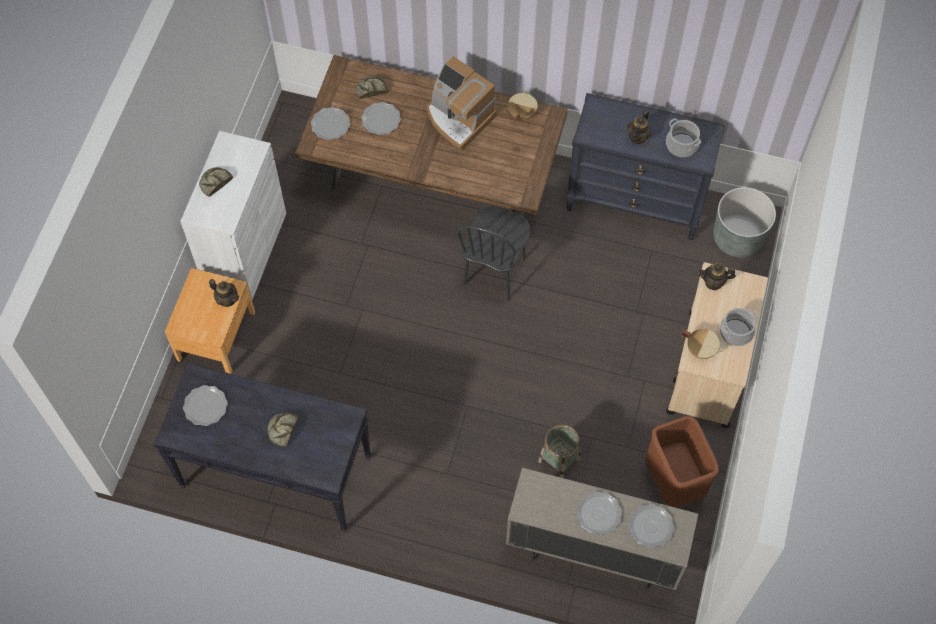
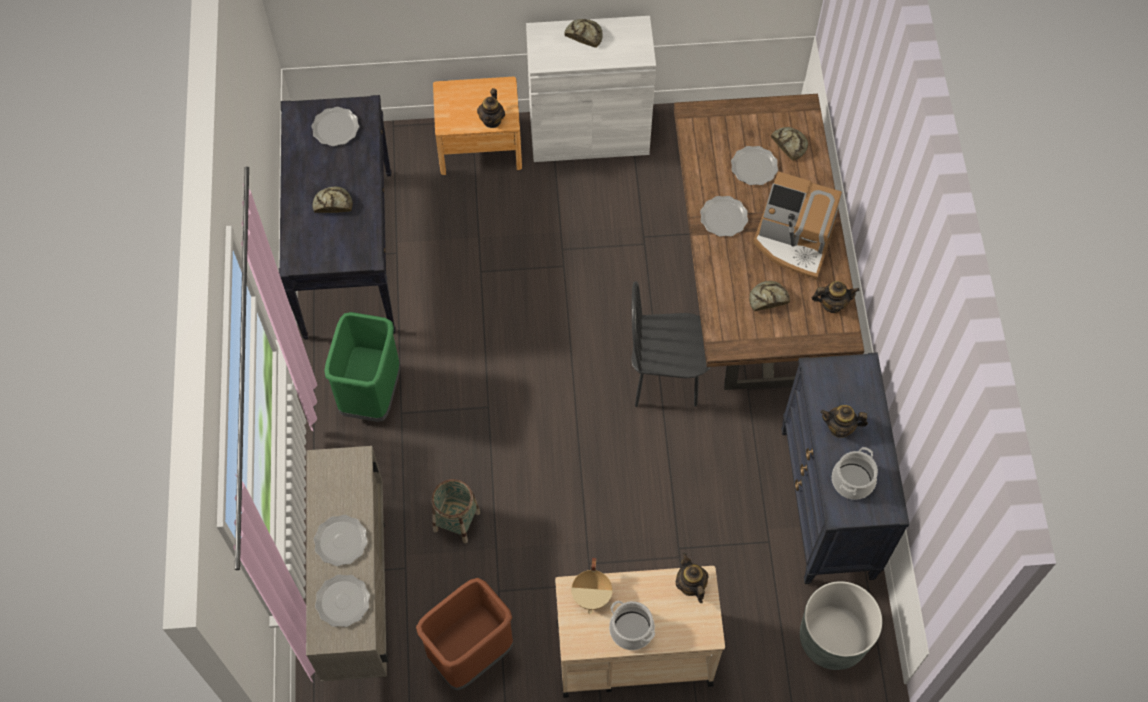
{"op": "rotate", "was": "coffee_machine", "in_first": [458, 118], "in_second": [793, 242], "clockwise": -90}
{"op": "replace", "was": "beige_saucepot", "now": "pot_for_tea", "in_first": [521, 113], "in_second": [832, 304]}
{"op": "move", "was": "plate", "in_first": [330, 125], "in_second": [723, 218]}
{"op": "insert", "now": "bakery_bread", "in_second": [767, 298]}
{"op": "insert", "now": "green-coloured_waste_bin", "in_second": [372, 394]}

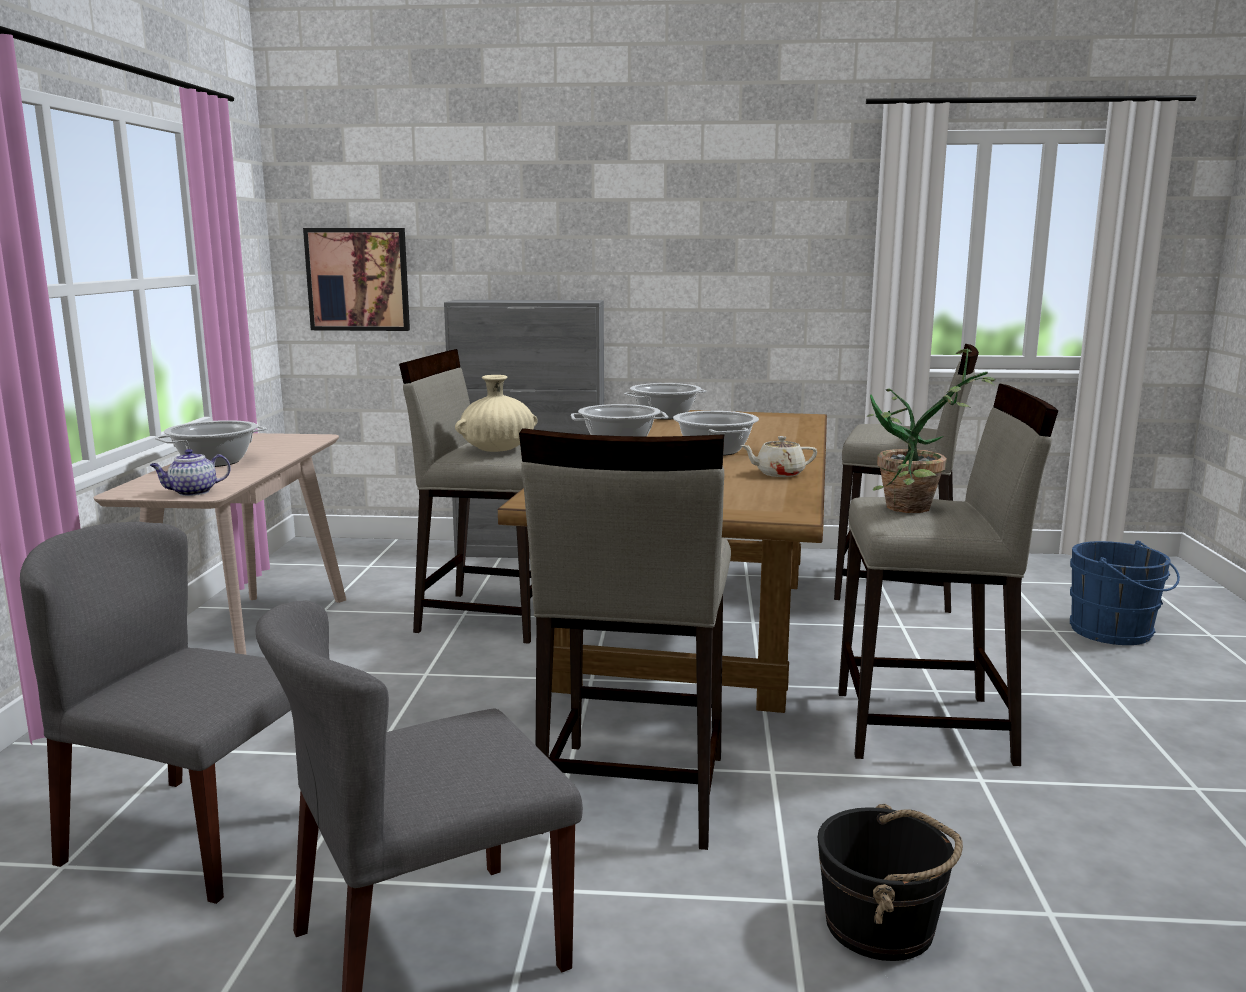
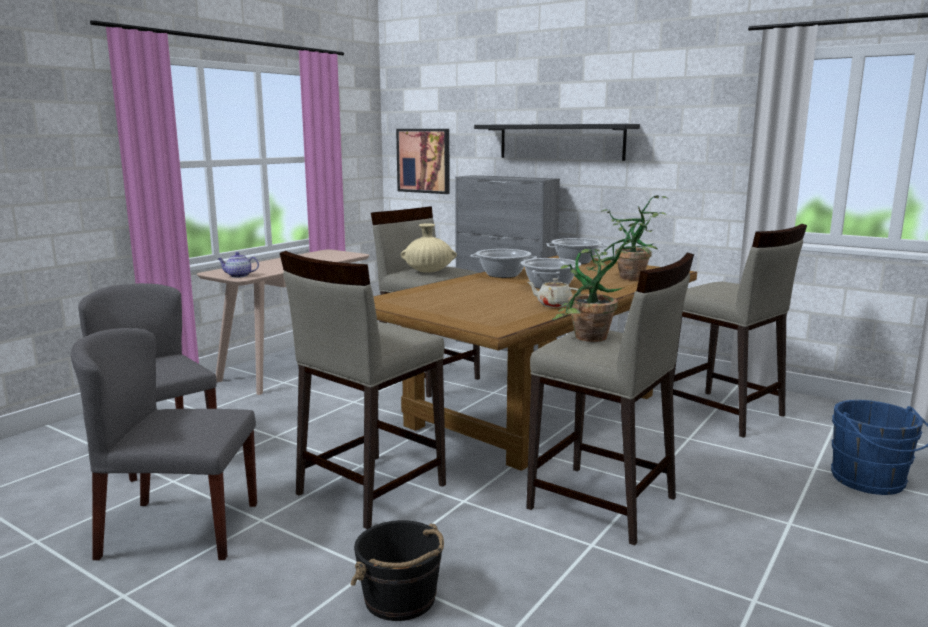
{"op": "delete", "was": "saucepot", "in_first": [215, 462]}
{"op": "insert", "now": "black_shelf", "in_second": [561, 141]}
{"op": "insert", "now": "houseplant", "in_second": [628, 279]}

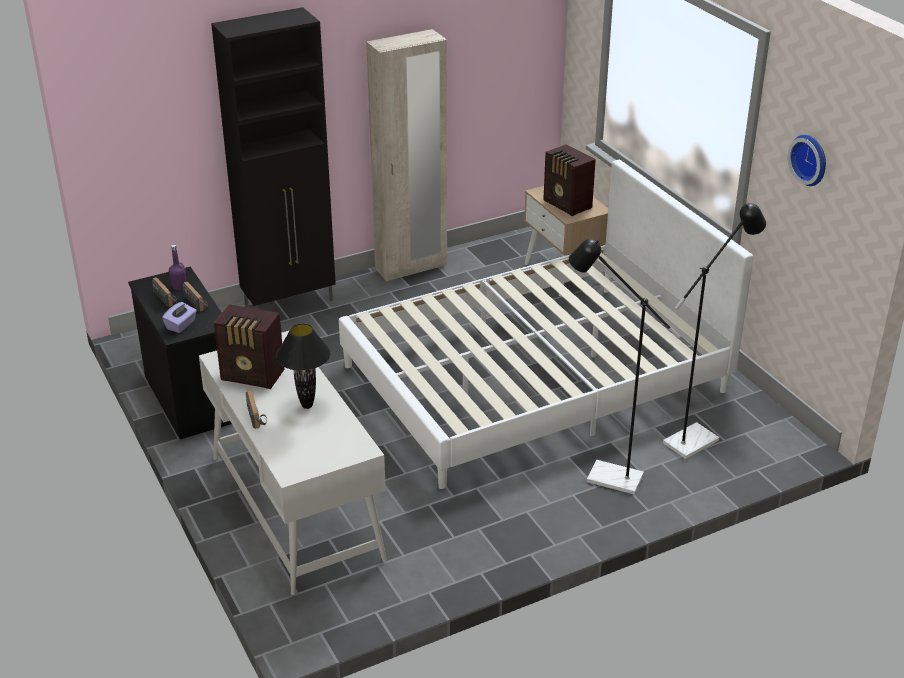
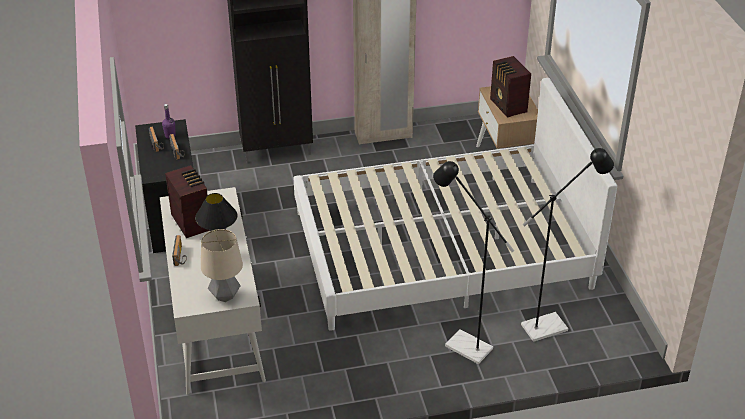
{"op": "delete", "was": "wall_clock", "in_first": [811, 159]}
{"op": "delete", "was": "purple_box_of_tissues", "in_first": [181, 325]}
{"op": "rotate", "was": "radio_receiver", "in_first": [253, 376], "in_second": [191, 221], "clockwise": -150}
{"op": "insert", "now": "table_lamp", "in_second": [225, 296]}

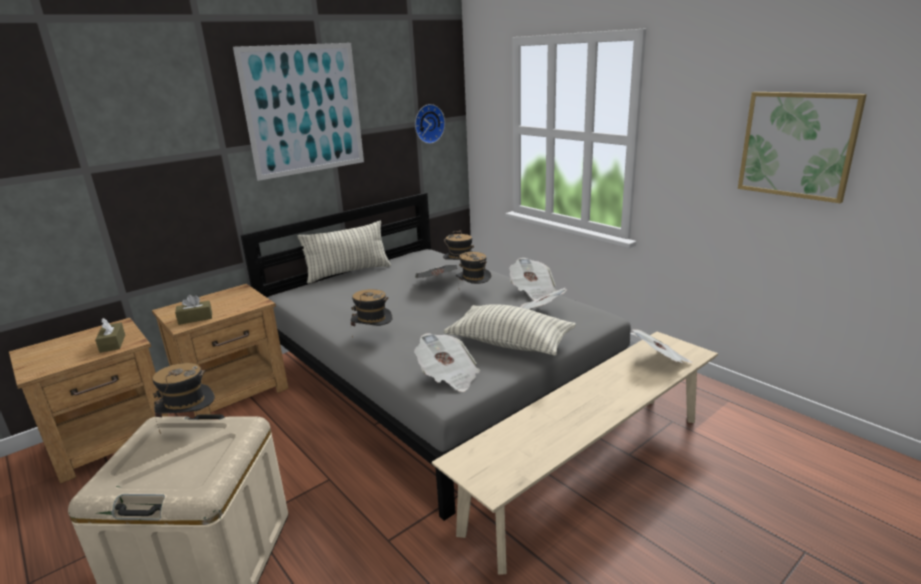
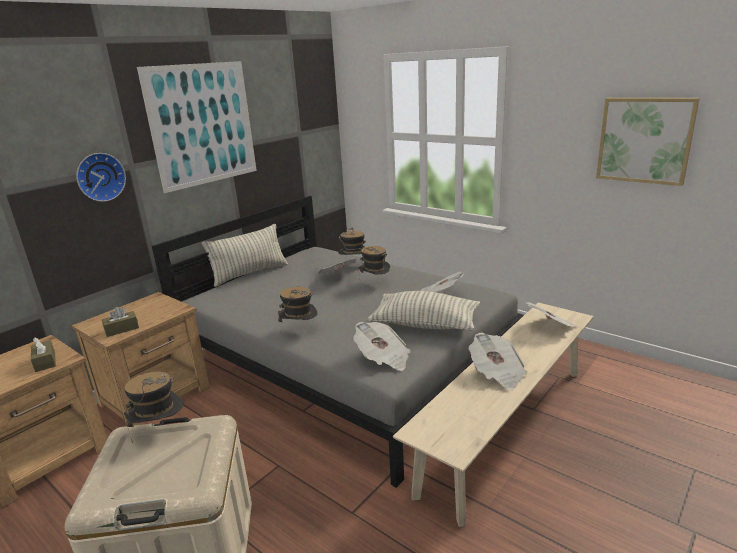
{"op": "move", "was": "wall_clock", "in_first": [428, 123], "in_second": [100, 177]}
{"op": "move", "was": "printed_paper", "in_first": [532, 291], "in_second": [497, 374]}

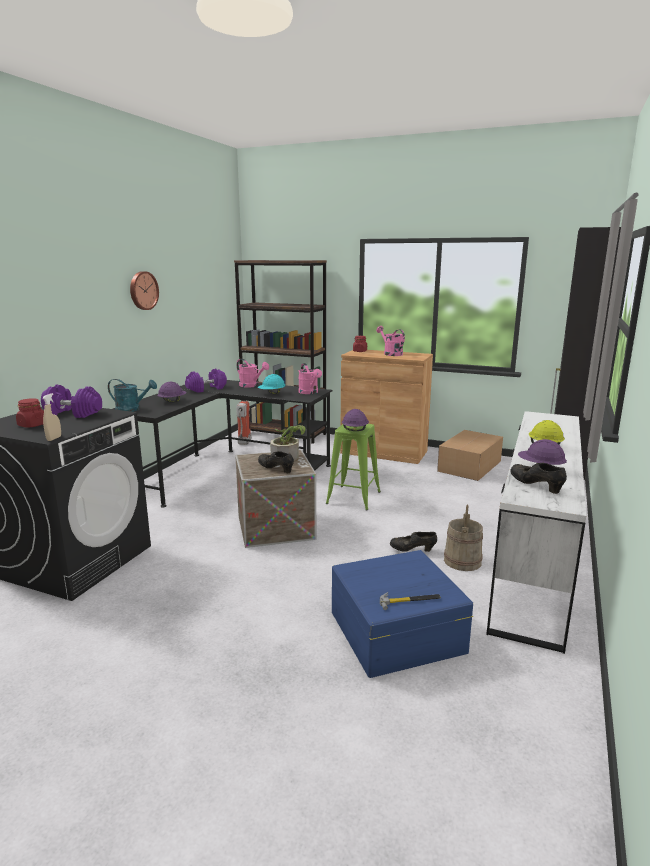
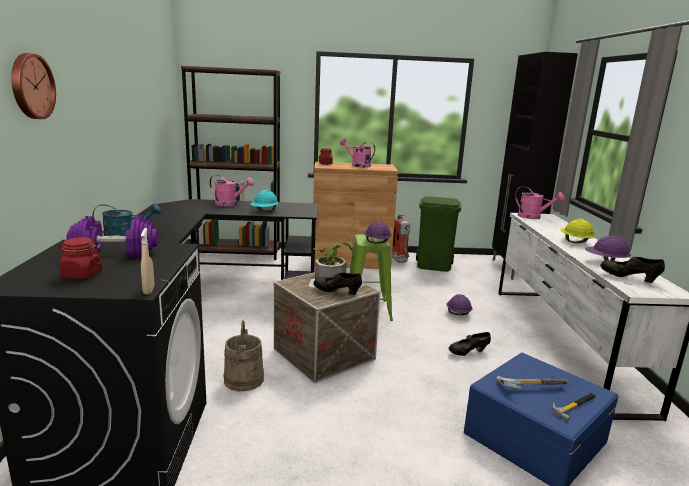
{"op": "move", "was": "wall_clock", "in_first": [143, 290], "in_second": [31, 86]}
{"op": "move", "was": "pink_watering_pot", "in_first": [310, 392], "in_second": [533, 217]}
{"op": "delete", "was": "purple_dumbbell", "in_first": [206, 389]}
{"op": "move", "was": "purple_safety_helmet", "in_first": [172, 401], "in_second": [458, 313]}
{"op": "move", "was": "fire-fighting_cylinder", "in_first": [243, 443], "in_second": [400, 261]}
{"op": "replace", "was": "cardboard_box", "now": "green-coloured_waste_bin", "in_first": [470, 466], "in_second": [434, 266]}
{"op": "move", "was": "beige_water_bucket", "in_first": [462, 561], "in_second": [243, 379]}
{"op": "insert", "now": "tool_hammer", "in_second": [528, 386]}

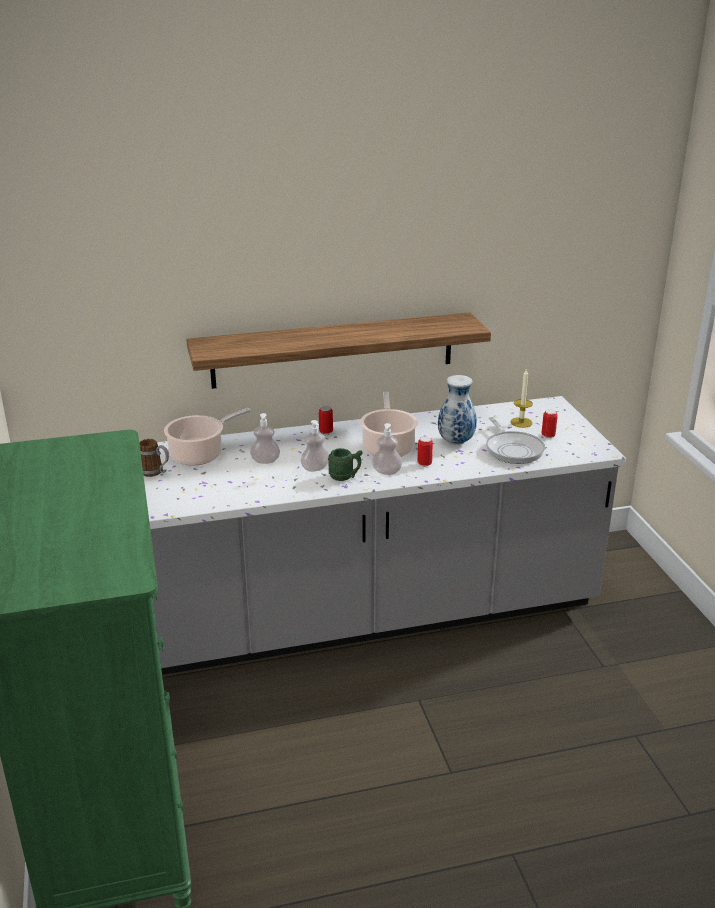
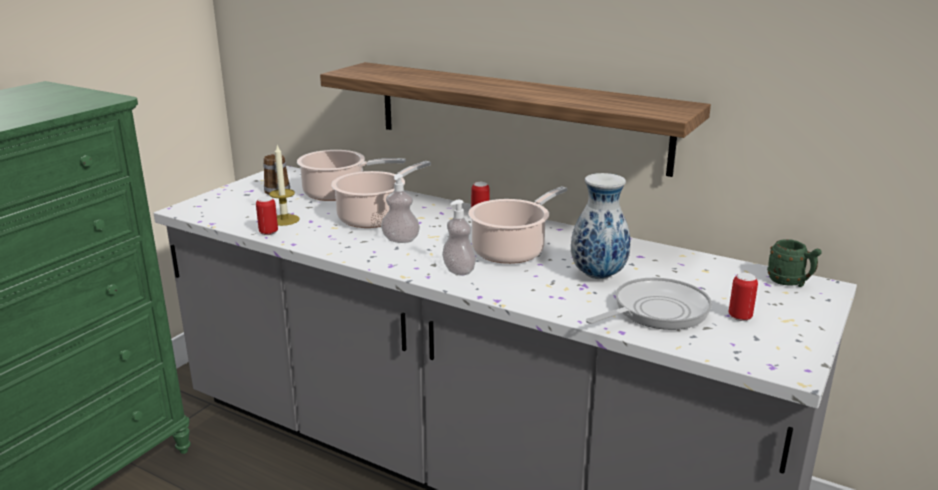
{"op": "move", "was": "candle", "in_first": [521, 422], "in_second": [284, 220]}
{"op": "replace", "was": "liquid_soap_bottle", "now": "saucepot", "in_first": [265, 461], "in_second": [374, 217]}
{"op": "rotate", "was": "skillet", "in_first": [513, 449], "in_second": [656, 311], "clockwise": -150}
{"op": "move", "was": "sealed_can", "in_first": [424, 464], "in_second": [268, 232]}
{"op": "move", "was": "green-coloured_mug", "in_first": [345, 477], "in_second": [790, 282]}

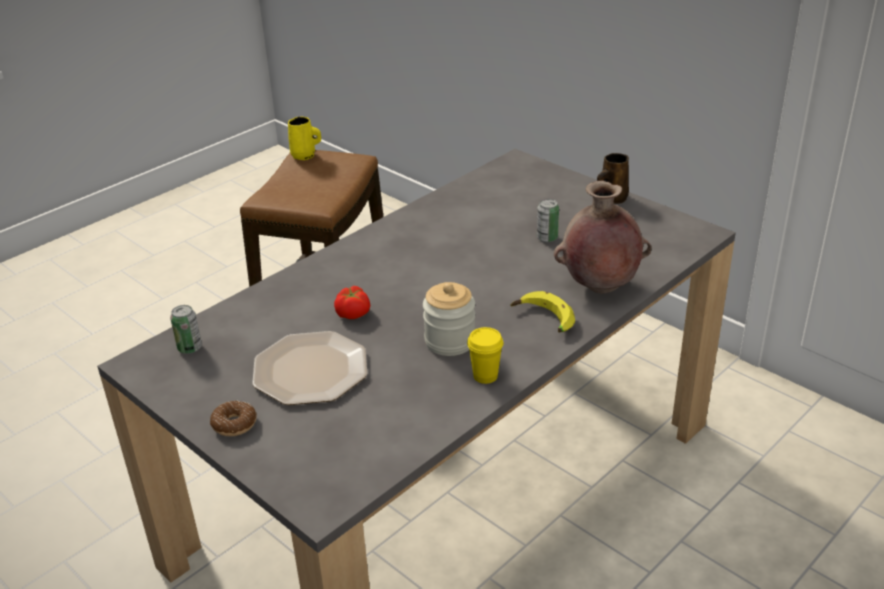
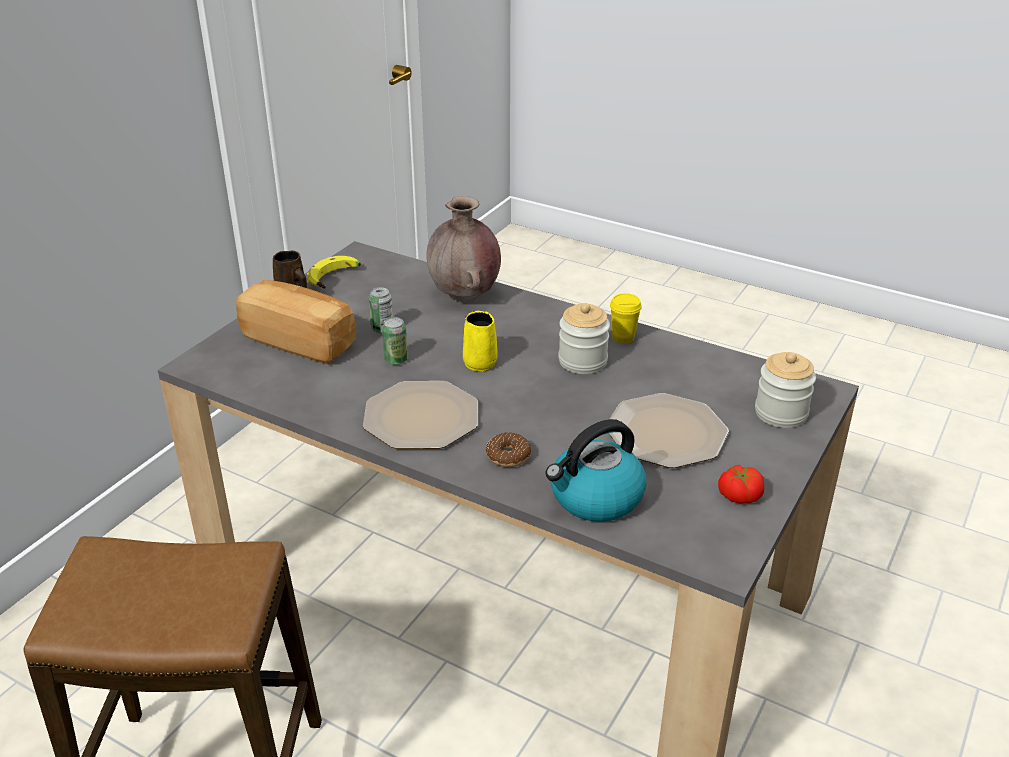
{"op": "move", "was": "yellowish_mug", "in_first": [305, 156], "in_second": [480, 362]}
{"op": "move", "was": "tomato", "in_first": [354, 313], "in_second": [739, 495]}
{"op": "move", "was": "whole_banana", "in_first": [543, 320], "in_second": [336, 279]}
{"op": "move", "was": "sealed_can", "in_first": [190, 348], "in_second": [396, 360]}
{"op": "move", "was": "donut", "in_first": [234, 424], "in_second": [508, 456]}
{"op": "insert", "now": "bakery_bread", "in_second": [300, 341]}
{"op": "insert", "now": "storage_jar", "in_second": [781, 413]}
{"op": "insert", "now": "plate", "in_second": [420, 417]}
{"op": "insert", "now": "tea_kettle", "in_second": [595, 498]}

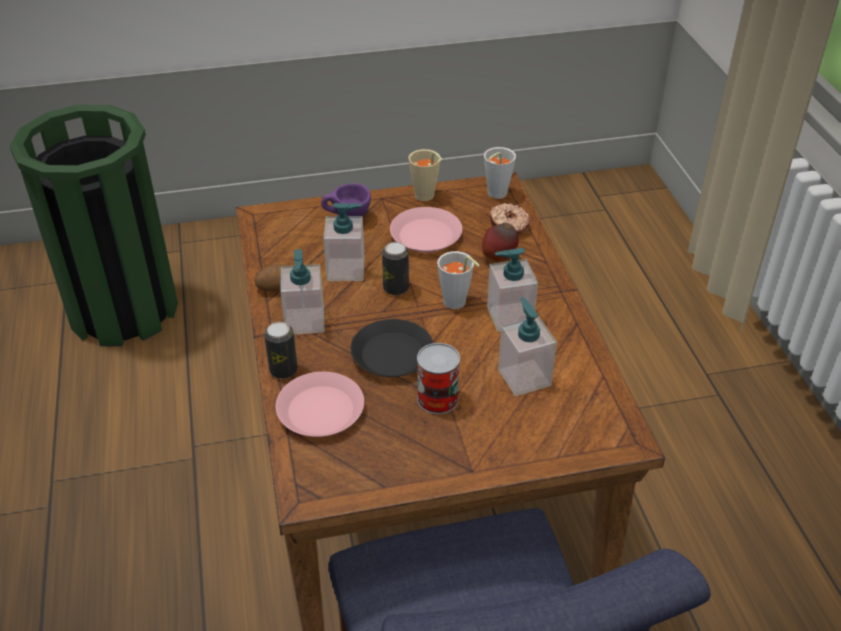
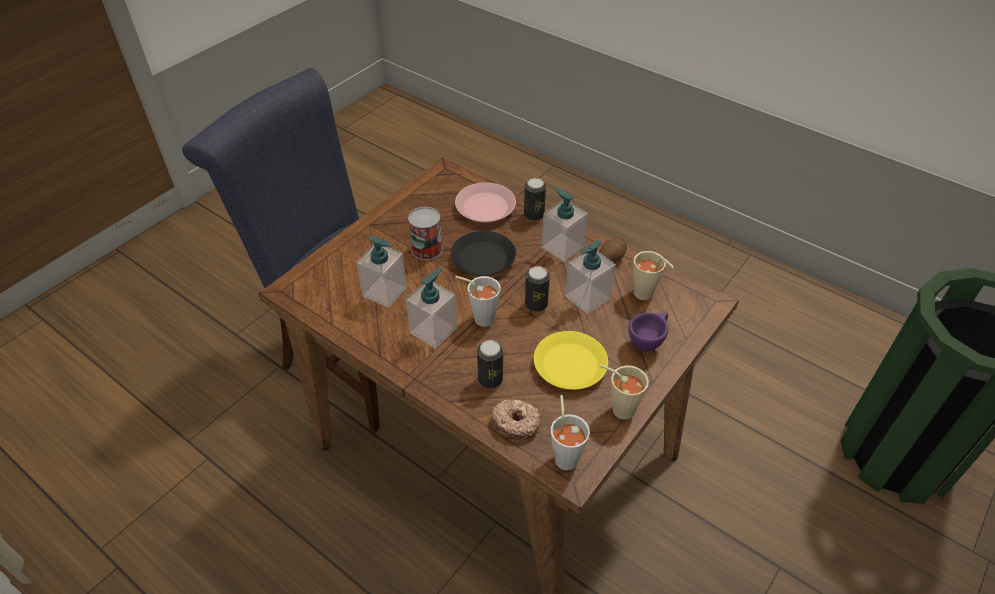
{"op": "recolor", "was": "pink_plate", "now": "yellowish_plate", "in_first": [426, 236], "in_second": [569, 365]}
{"op": "replace", "was": "apple_fruit", "now": "sealed_can", "in_first": [498, 258], "in_second": [490, 379]}
{"op": "insert", "now": "beige_cup", "in_second": [646, 296]}

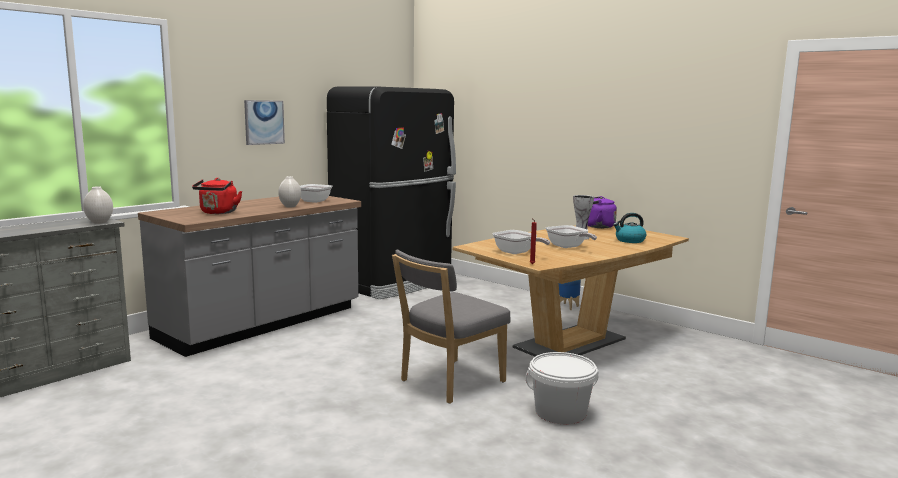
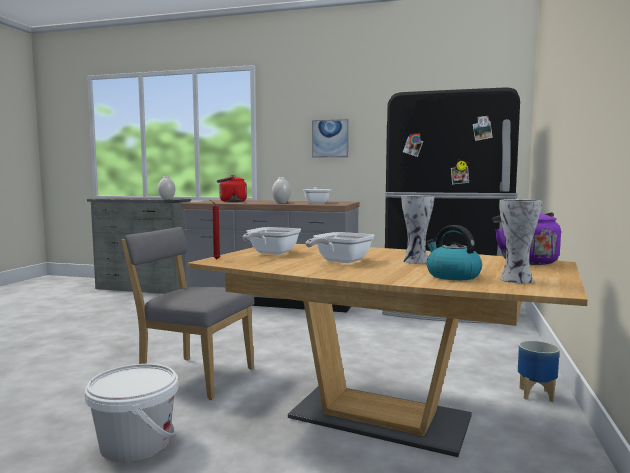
{"op": "insert", "now": "decorative_vase", "in_second": [515, 280]}

